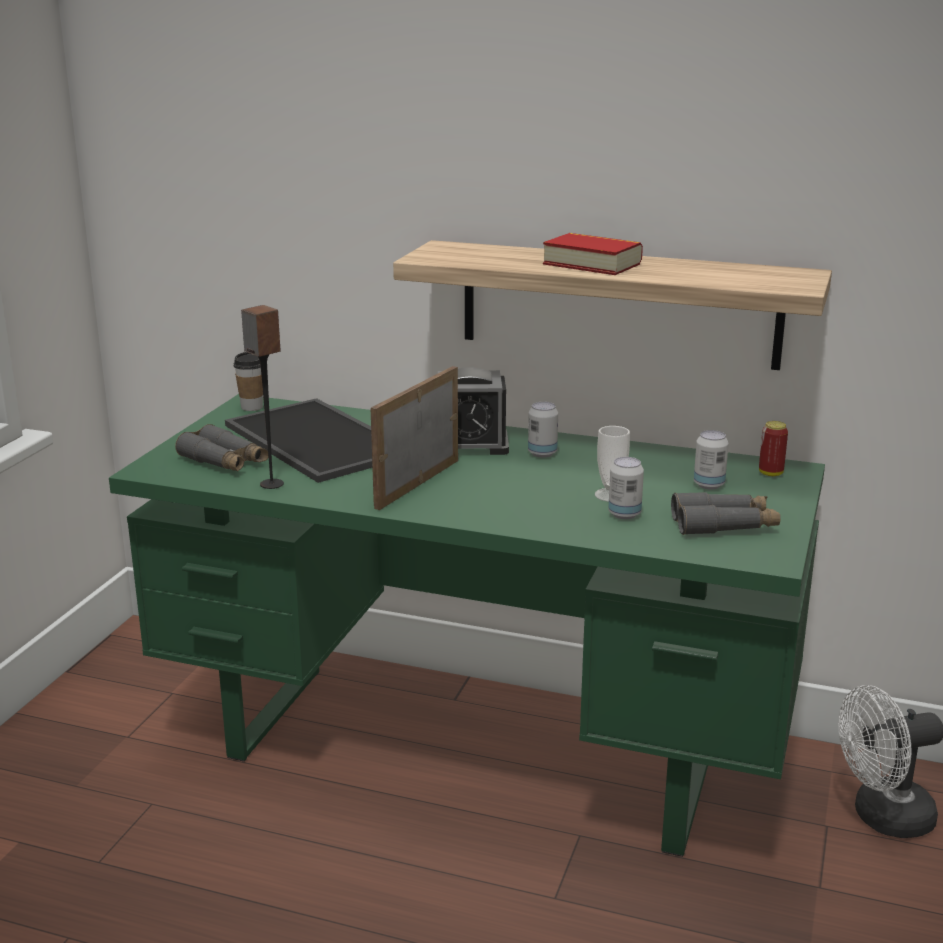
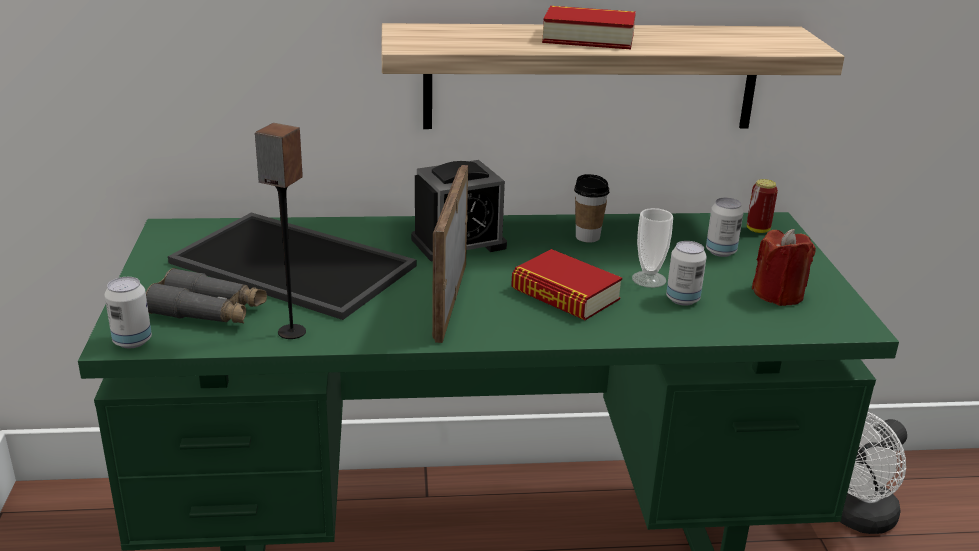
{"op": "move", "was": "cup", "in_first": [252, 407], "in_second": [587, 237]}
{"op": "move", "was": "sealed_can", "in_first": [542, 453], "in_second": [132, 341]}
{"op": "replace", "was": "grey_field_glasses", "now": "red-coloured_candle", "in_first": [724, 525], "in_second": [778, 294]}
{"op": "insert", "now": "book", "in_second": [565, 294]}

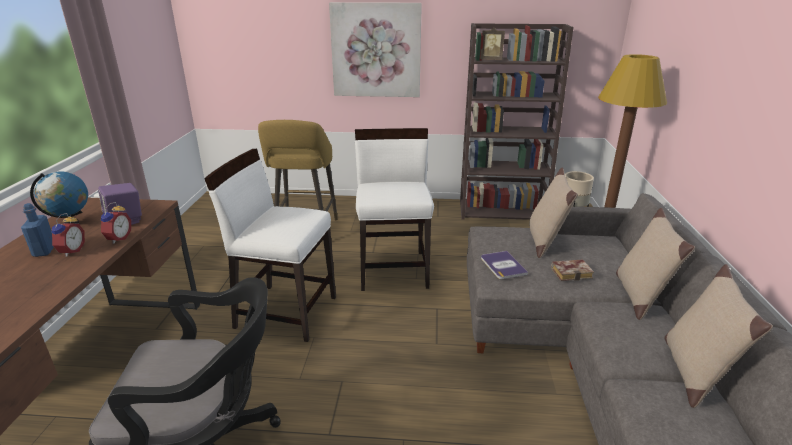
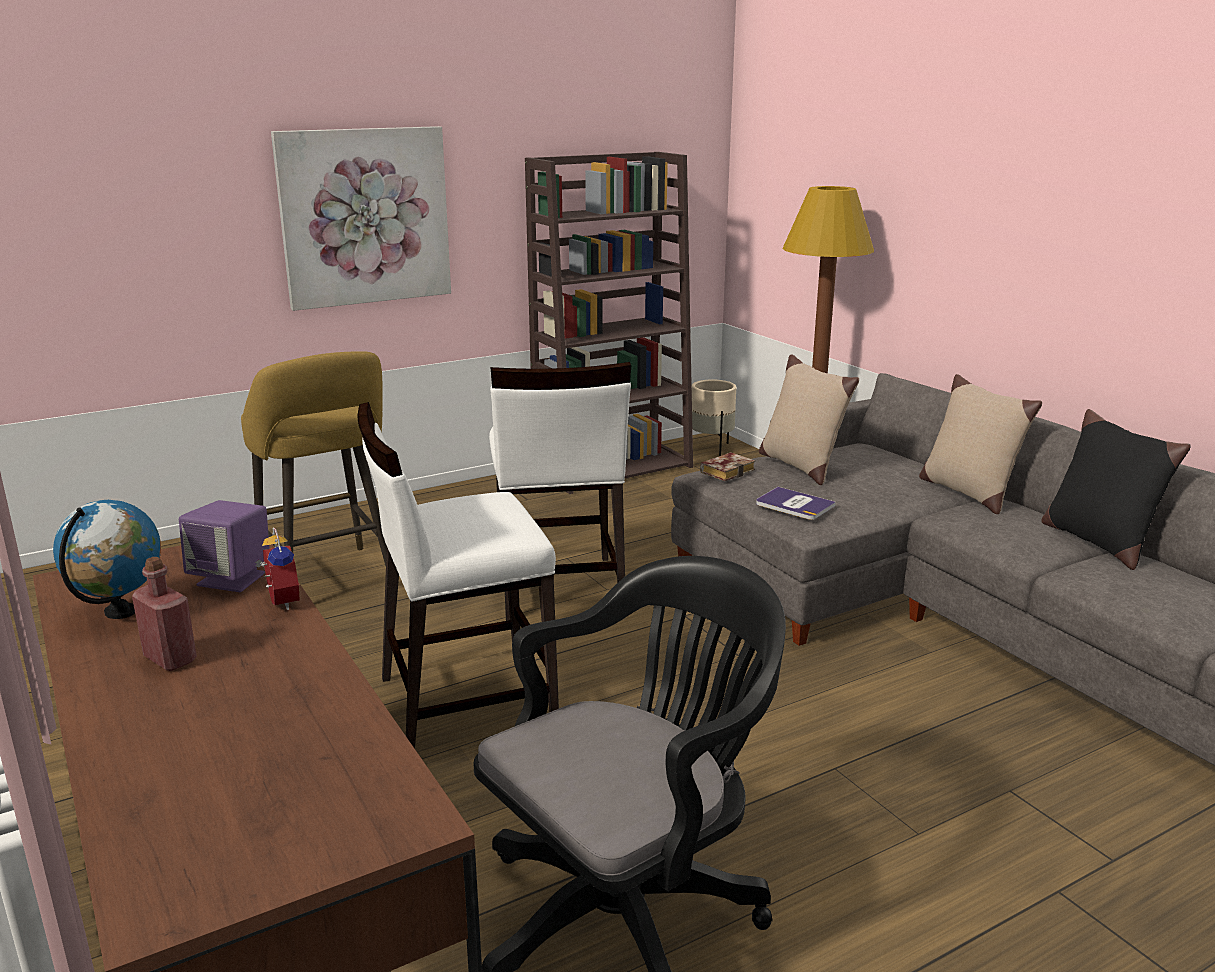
{"op": "delete", "was": "picture_frame", "in_first": [491, 60]}
{"op": "rotate", "was": "white_chair", "in_first": [394, 269], "in_second": [558, 588], "clockwise": -150}
{"op": "recolor", "was": "bluish_beverage_bottle", "now": "red-coloured_beverage_bottle", "in_first": [44, 251], "in_second": [170, 659]}
{"op": "delete", "was": "bedside_clock", "in_first": [71, 251]}
{"op": "move", "was": "book", "in_first": [572, 272], "in_second": [727, 471]}
{"op": "recolor", "was": "beige_pillow", "now": "black_pillow", "in_first": [694, 371], "in_second": [1097, 542]}

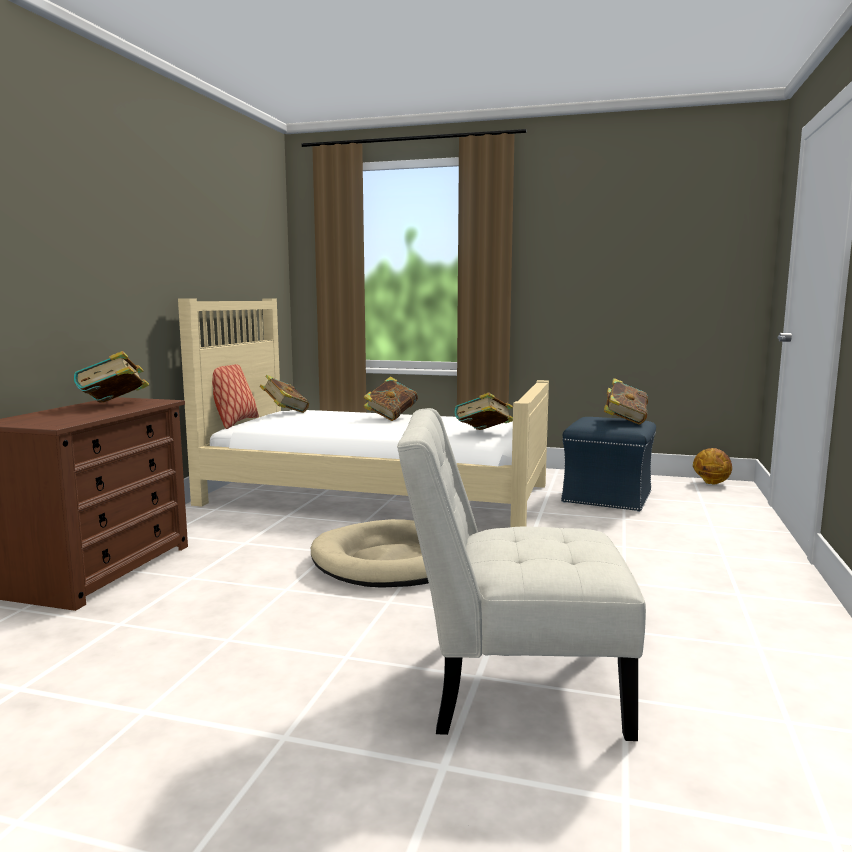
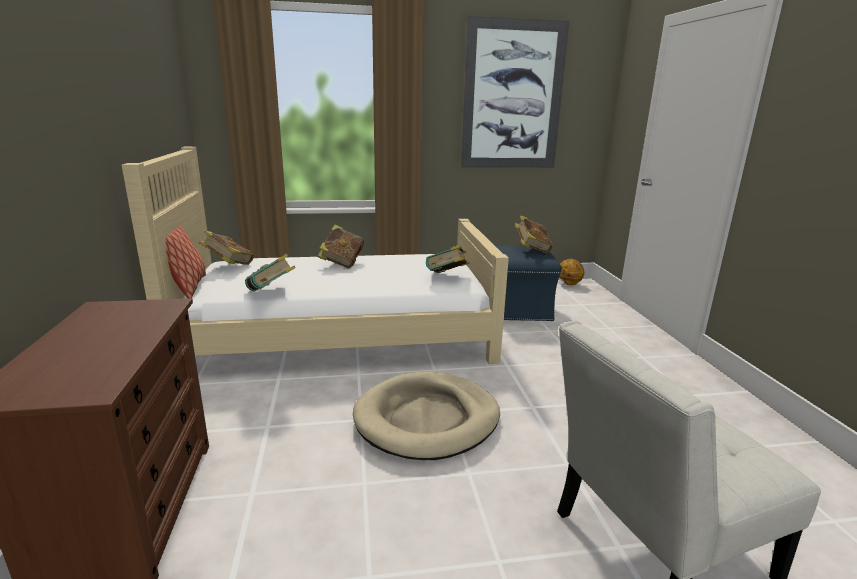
{"op": "move", "was": "book", "in_first": [114, 405], "in_second": [271, 293]}
{"op": "insert", "now": "wall_picture", "in_second": [513, 96]}

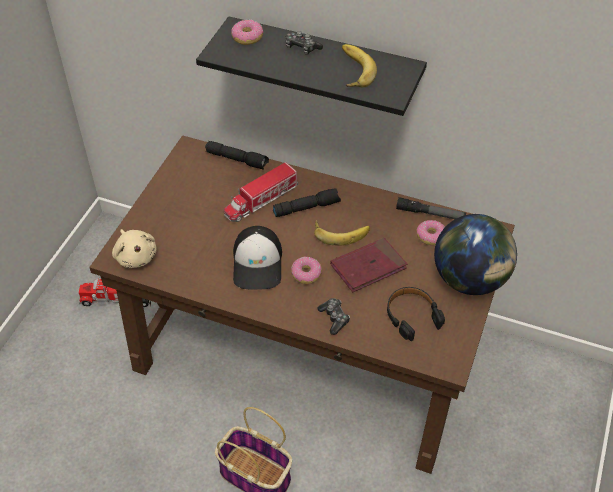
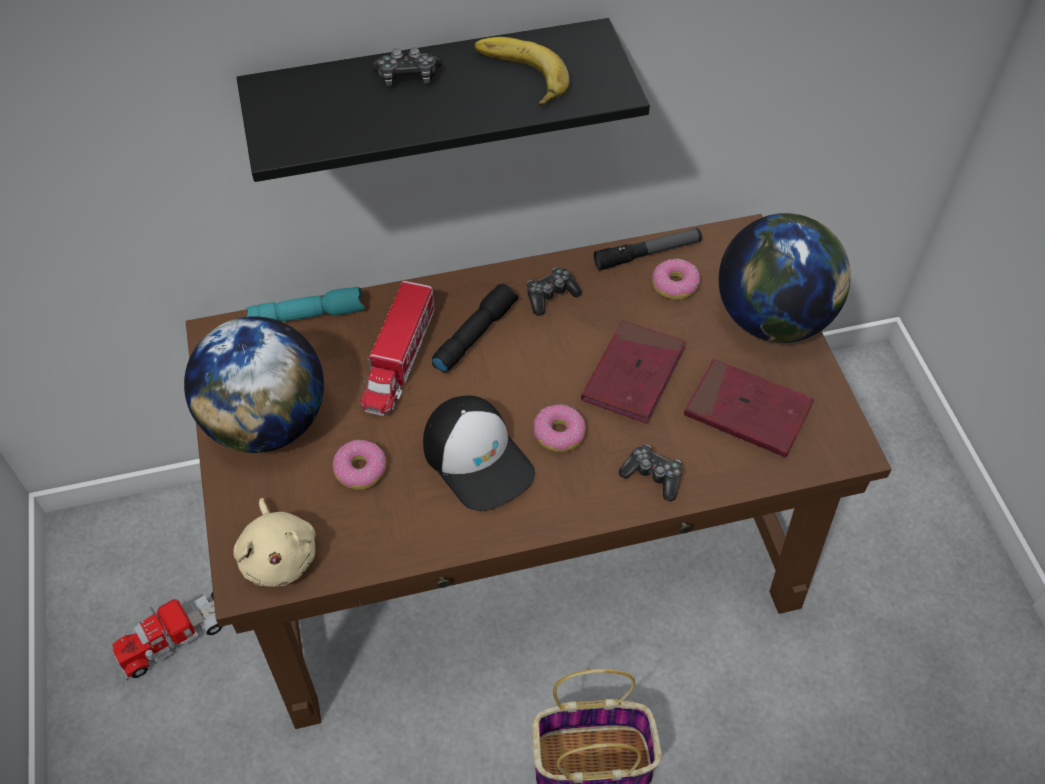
{"op": "move", "was": "donut", "in_first": [247, 37], "in_second": [360, 470]}
{"op": "recolor", "was": "black_hand_torch", "now": "turquoise-coloured_hand_torch", "in_first": [237, 159], "in_second": [308, 314]}
{"op": "delete", "was": "whole_banana", "in_first": [341, 232]}
{"op": "rotate", "was": "beige_soft_toy", "in_first": [136, 256], "in_second": [279, 555], "clockwise": 45}
{"op": "replace", "was": "black_headphones", "now": "red-coloured_book", "in_first": [412, 316], "in_second": [747, 411]}
{"op": "insert", "now": "joypad", "in_second": [551, 296]}
{"op": "insert", "now": "globe", "in_second": [267, 423]}

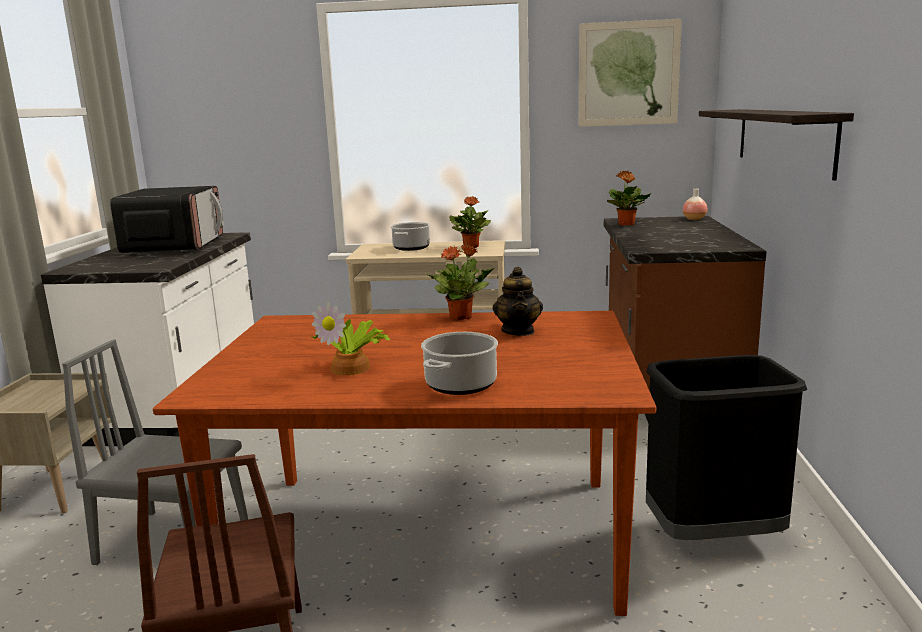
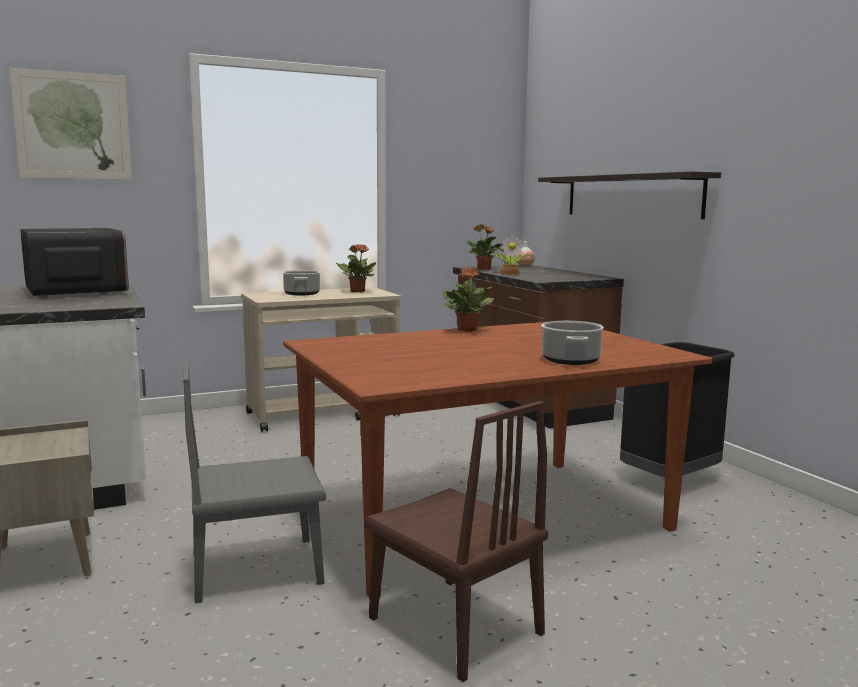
{"op": "move", "was": "wall_picture", "in_first": [628, 74], "in_second": [73, 126]}
{"op": "delete", "was": "pot_for_tea", "in_first": [518, 331]}
{"op": "move", "was": "houseplant", "in_first": [353, 367], "in_second": [510, 273]}

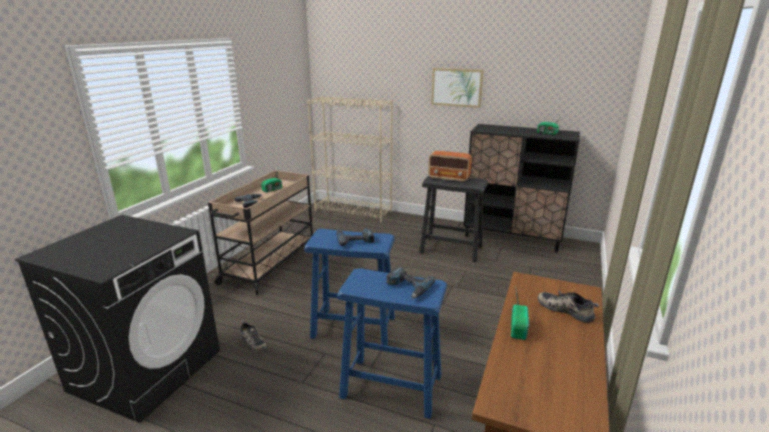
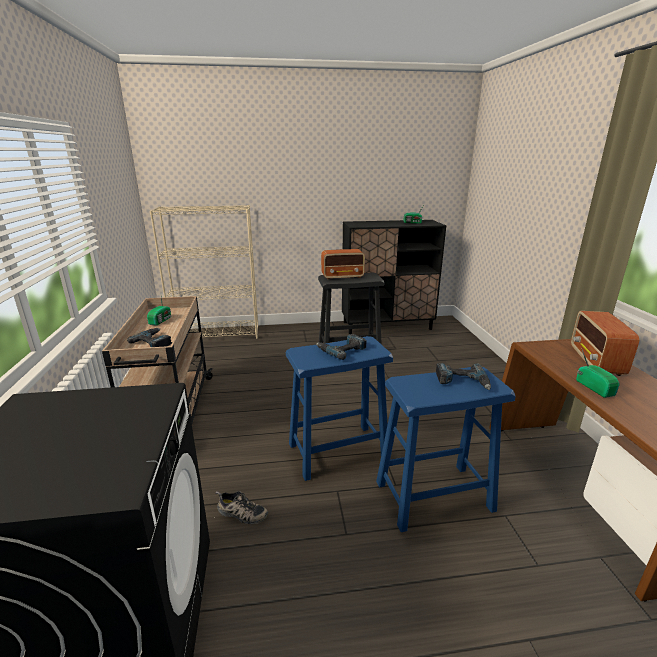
{"op": "delete", "was": "wall_picture", "in_first": [457, 87]}
{"op": "replace", "was": "shoe", "now": "radio_receiver", "in_first": [566, 310], "in_second": [596, 361]}

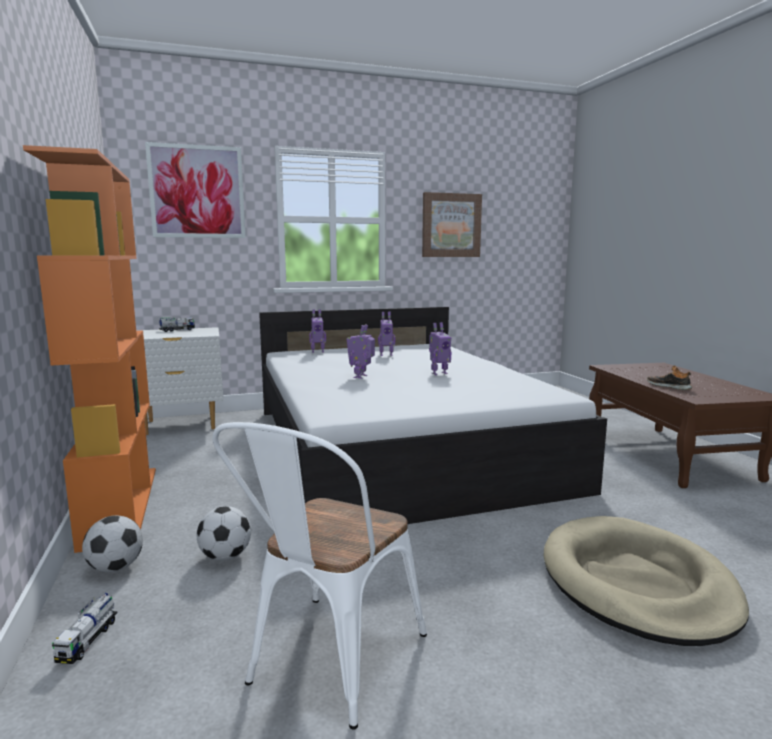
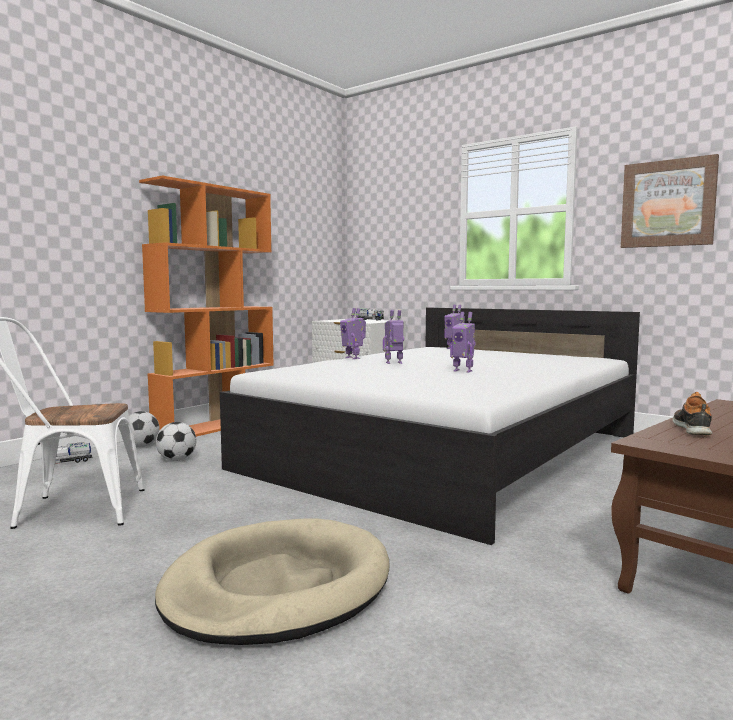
{"op": "delete", "was": "wall_picture", "in_first": [197, 192]}
{"op": "move", "was": "robot_figure", "in_first": [386, 355], "in_second": [353, 358]}

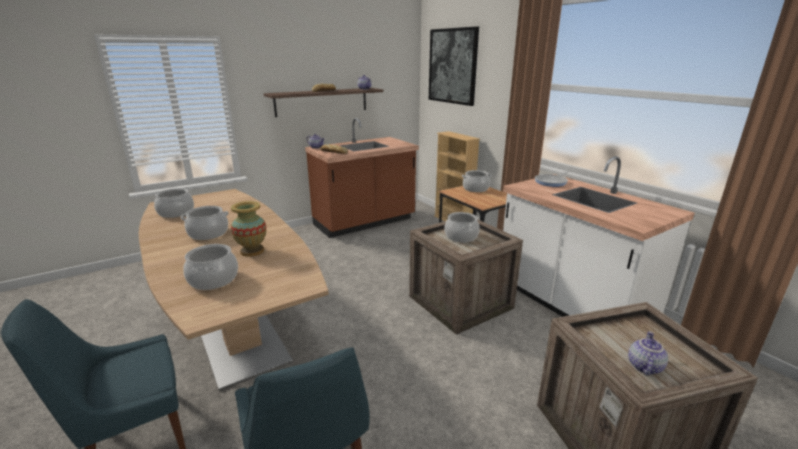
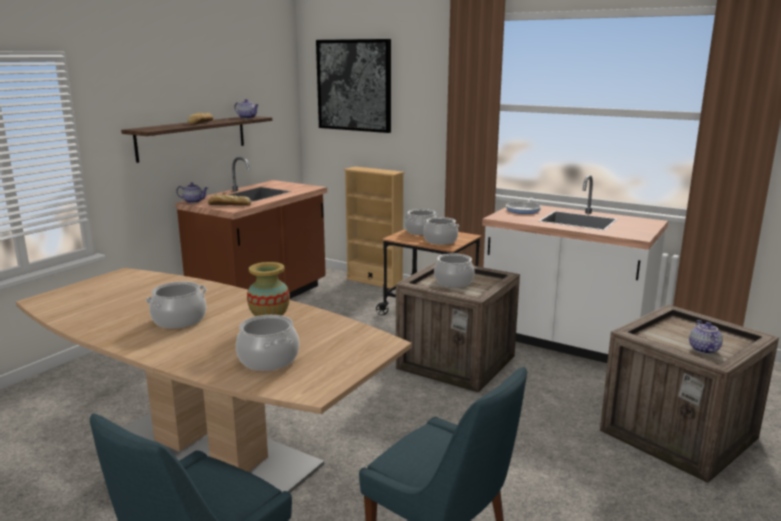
{"op": "move", "was": "saucepot", "in_first": [176, 213], "in_second": [440, 241]}

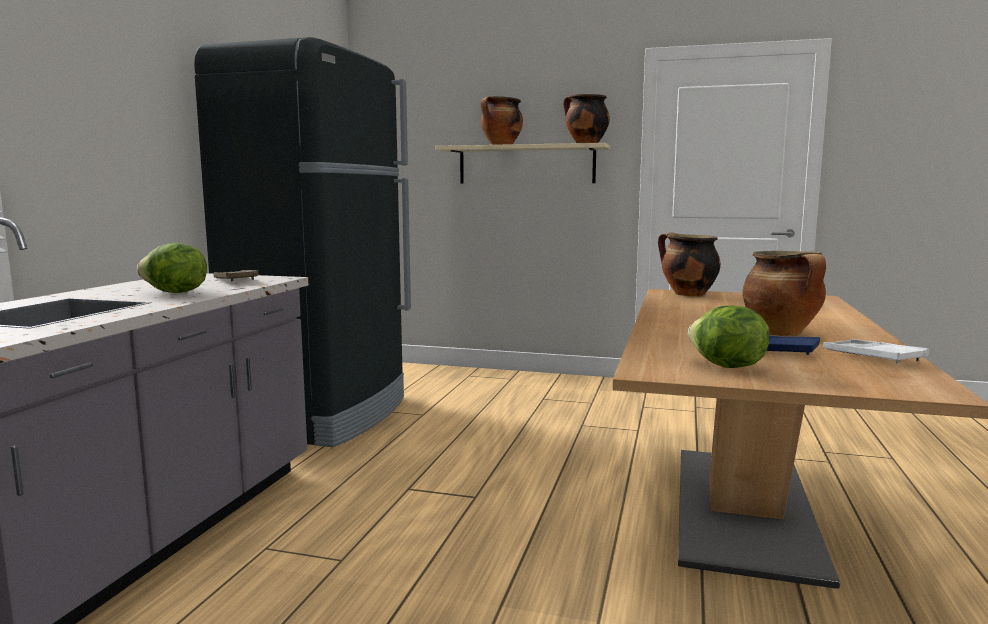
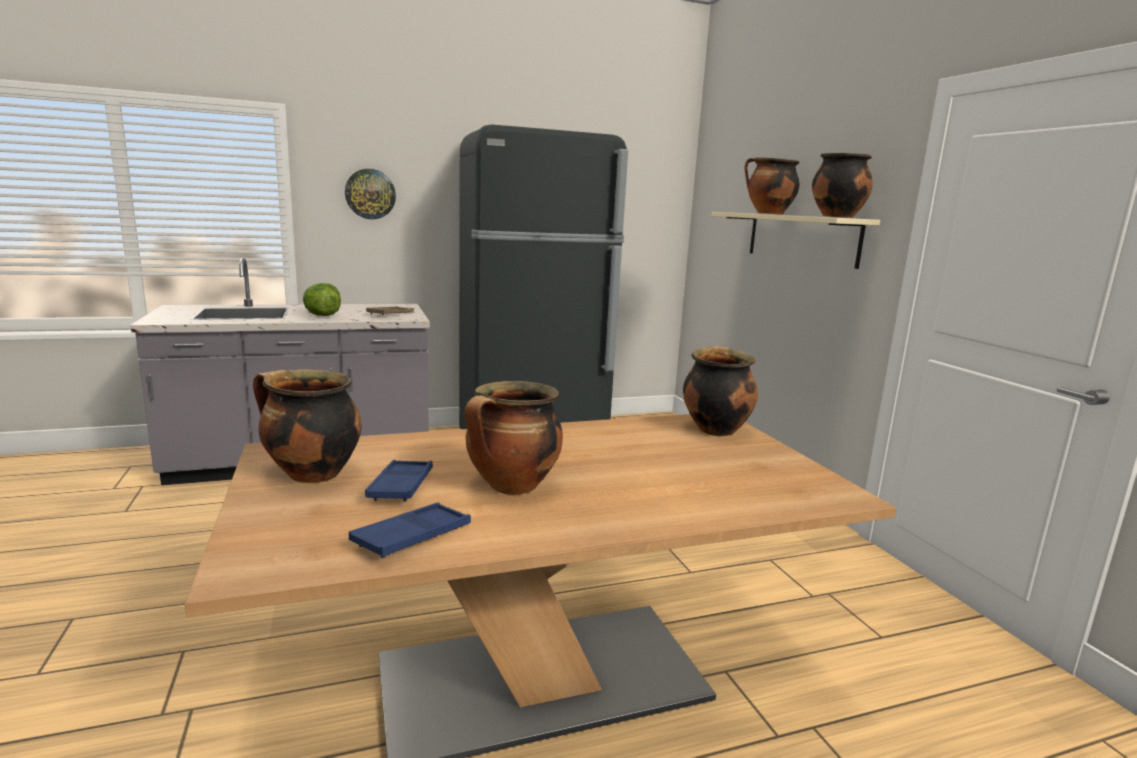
{"op": "replace", "was": "head_of_lettuce", "now": "saucepot", "in_first": [726, 367], "in_second": [311, 474]}
{"op": "recolor", "was": "white_carrying_tray", "now": "bluish_carrying_tray", "in_first": [872, 357], "in_second": [412, 537]}
{"op": "insert", "now": "wall_clock", "in_second": [370, 194]}

